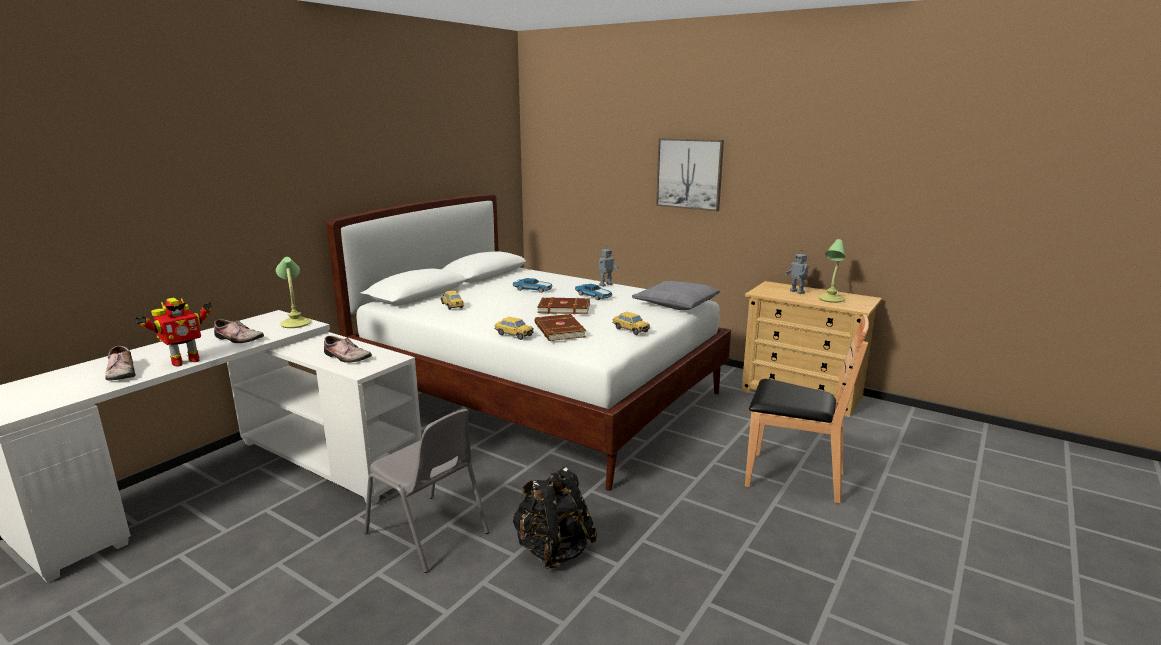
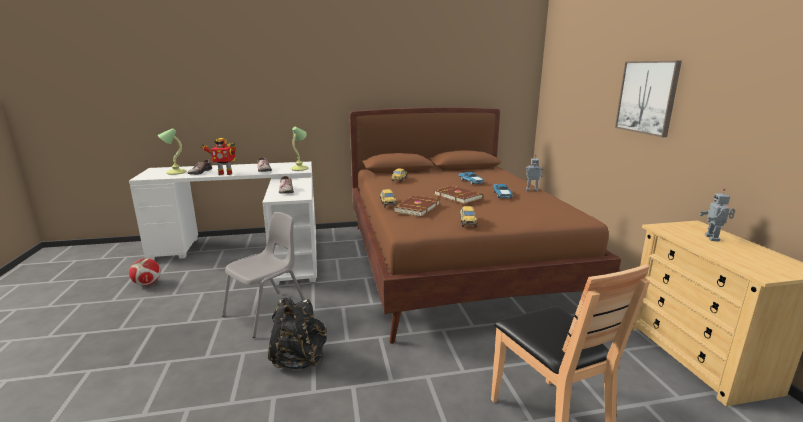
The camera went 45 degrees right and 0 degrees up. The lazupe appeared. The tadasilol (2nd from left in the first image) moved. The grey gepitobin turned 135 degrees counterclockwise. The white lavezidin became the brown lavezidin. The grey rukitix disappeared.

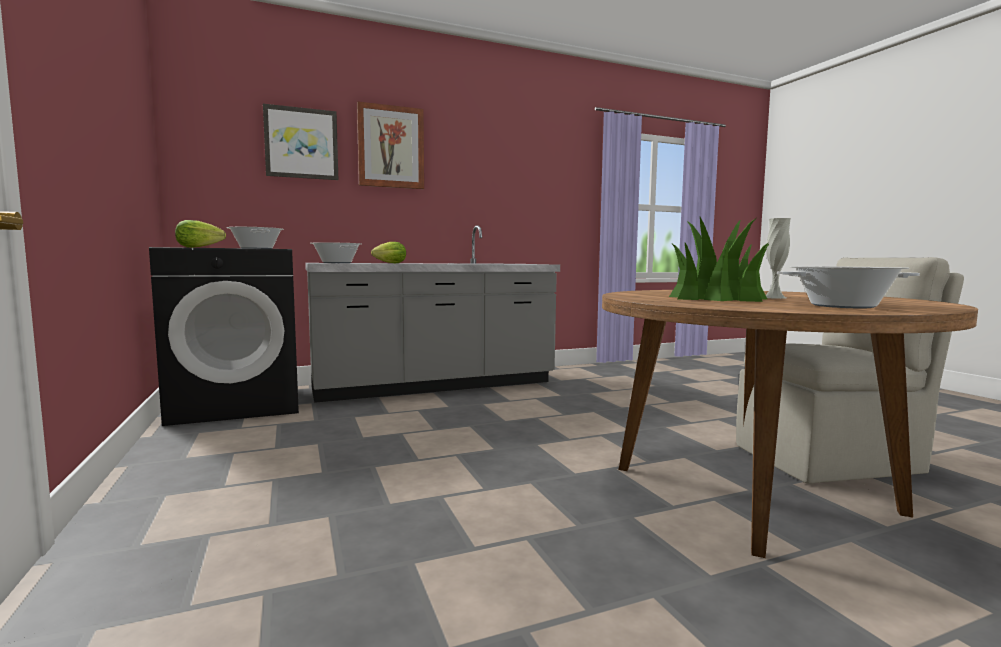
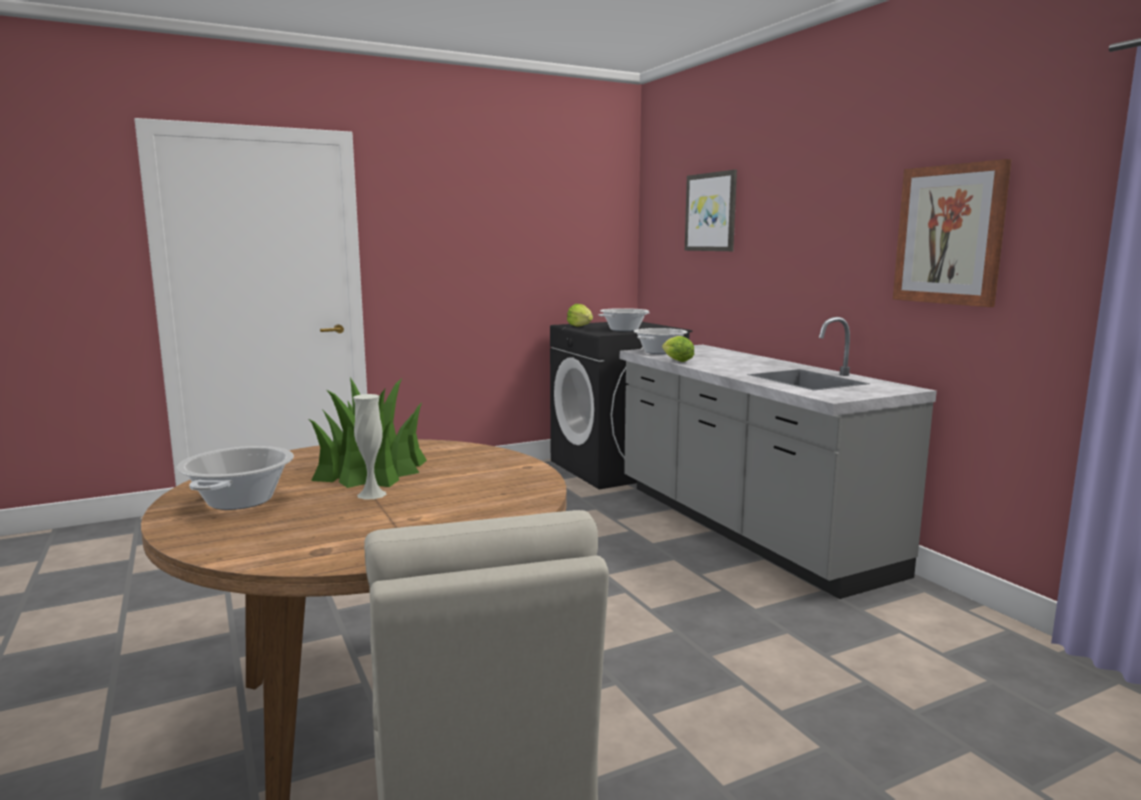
The camera went 85 degrees right and 5 degrees up. The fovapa (2nd from left) moved.

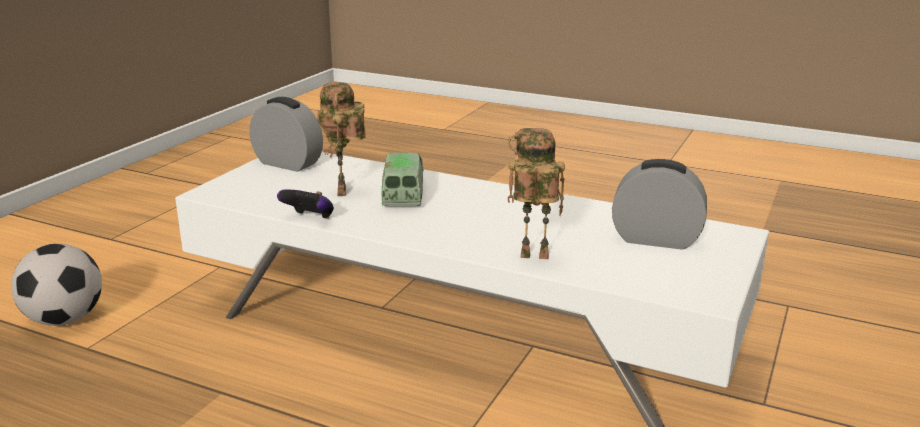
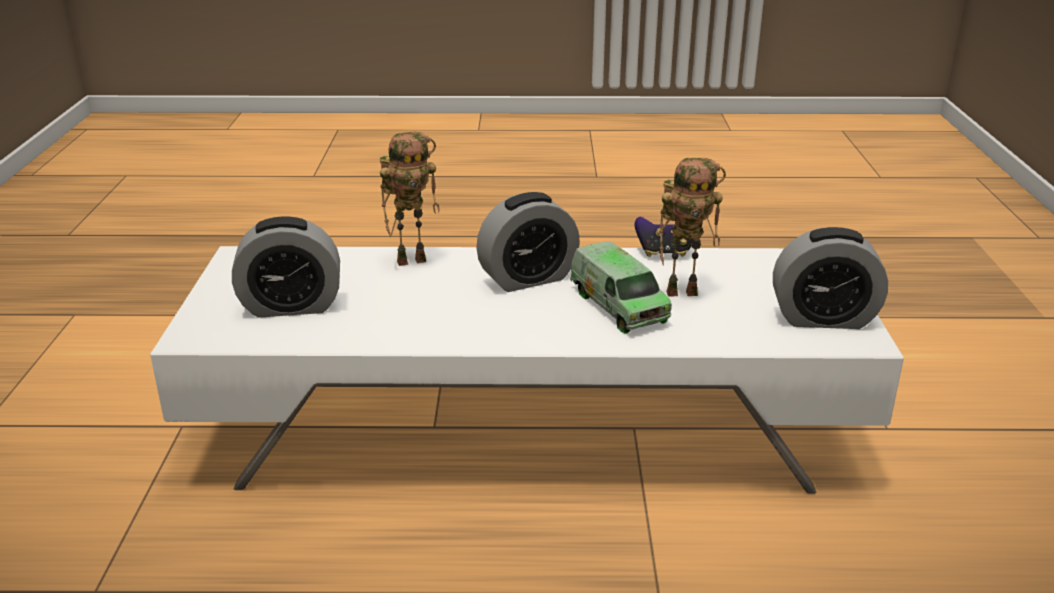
The camera went 155 degrees right and 5 degrees up. The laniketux (2nd from left) appeared. The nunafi (1st from left in the first image) turned 120 degrees clockwise. The lazupe disappeared.

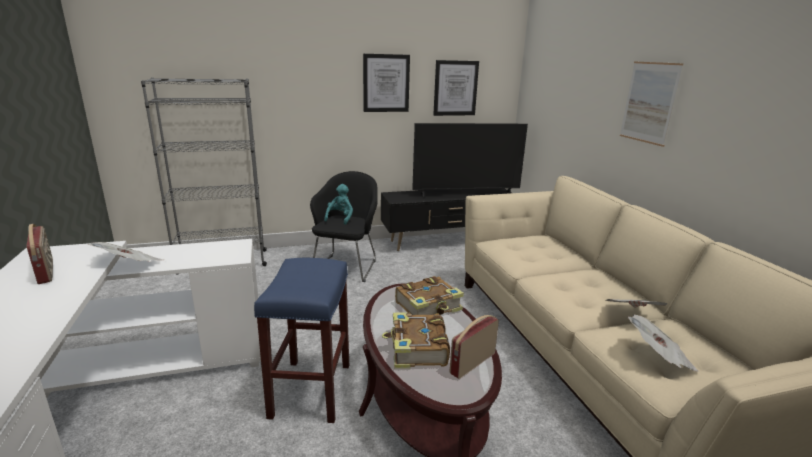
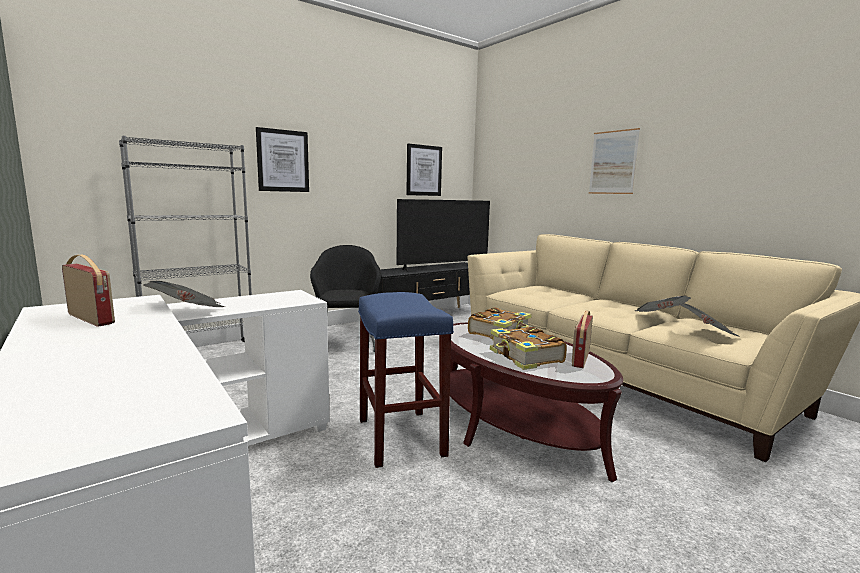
The camera went 20 degrees left and 10 degrees down. The fovapa (1st from left) moved. The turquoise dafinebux disappeared.

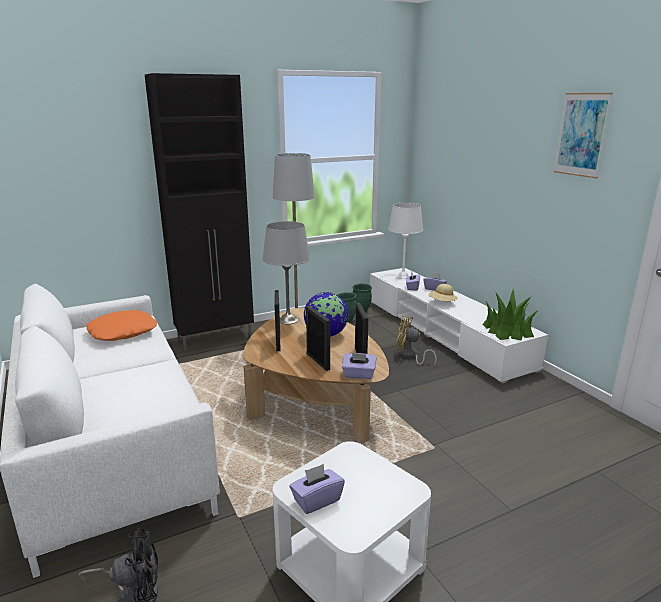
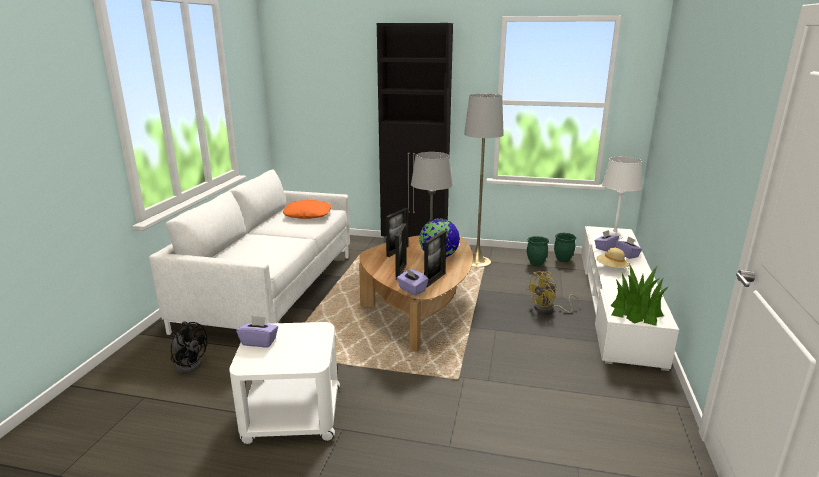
The camera went 40 degrees right and 0 degrees up. The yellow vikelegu turned 90 degrees counterclockwise. The fovapa disappeared.

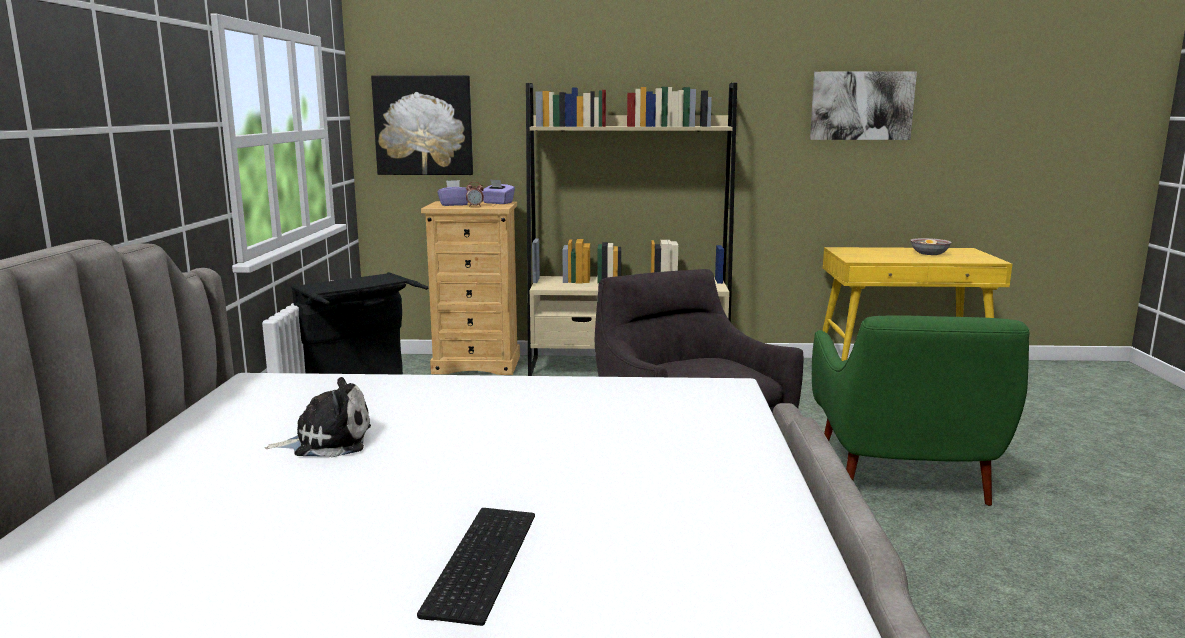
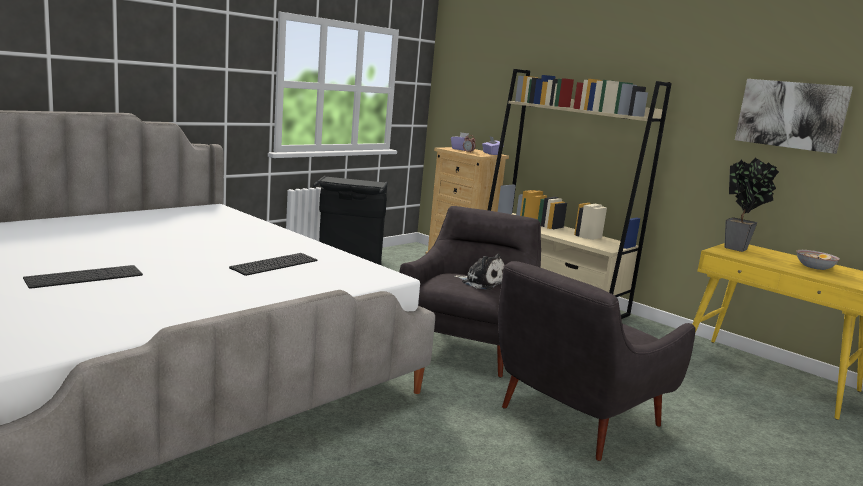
The camera went 40 degrees right and 0 degrees up. The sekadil (2nd from left) appeared. The dafinebux moved. The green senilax became the grey senilax (2nd from left). The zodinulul appeared. The fovapa (1st from left) disappeared.

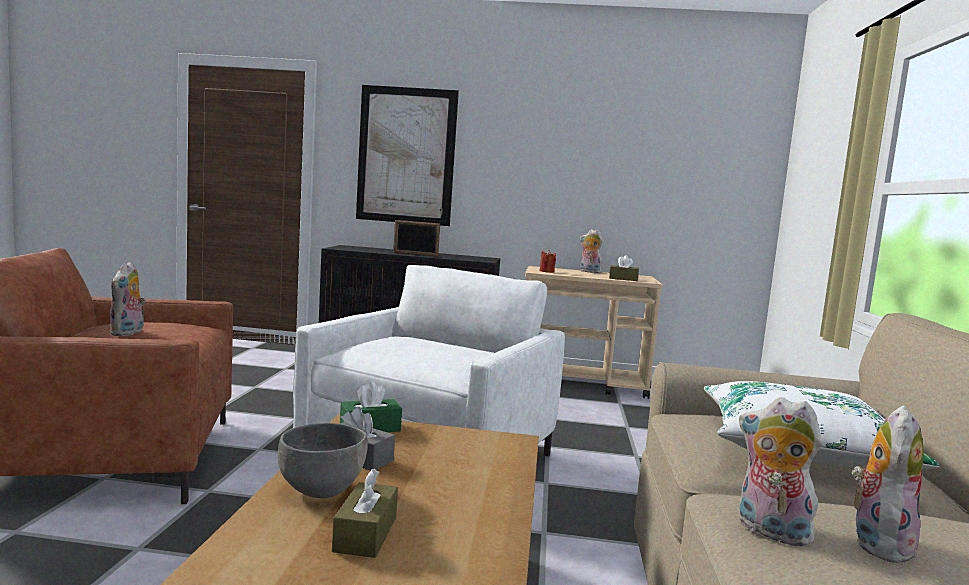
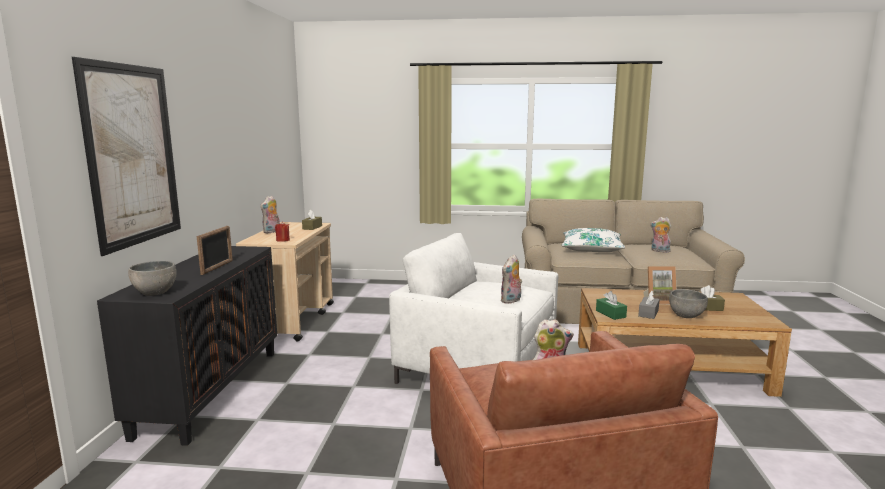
The camera went 90 degrees left and 5 degrees up. The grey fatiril (1st from left) appeared. The dafinebux (3rd from left in the first image) moved. The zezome (2nd from left) appeared.

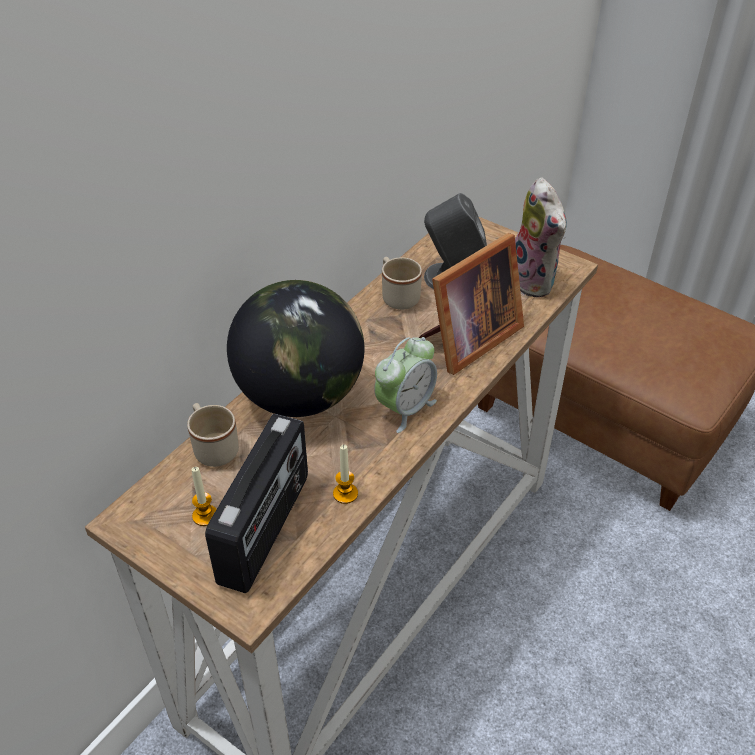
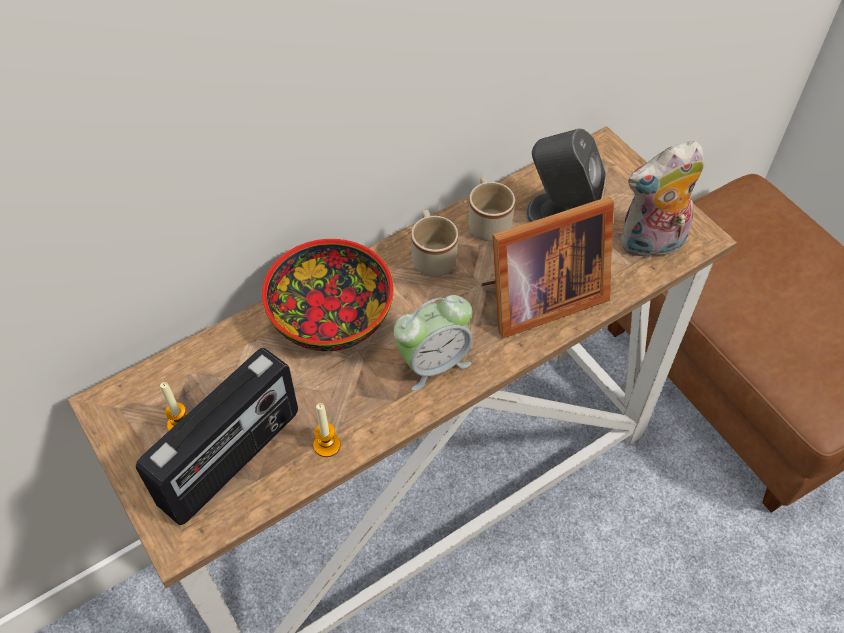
The camera went 20 degrees right and 10 degrees up. The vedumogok was replaced by the fatiril. The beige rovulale (1st from left) moved. The dafinebux turned 75 degrees clockwise.

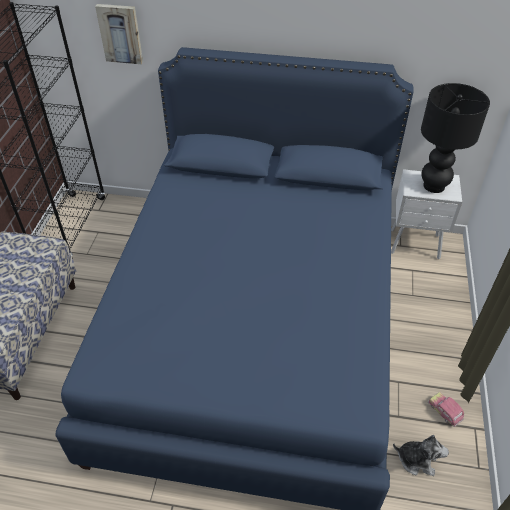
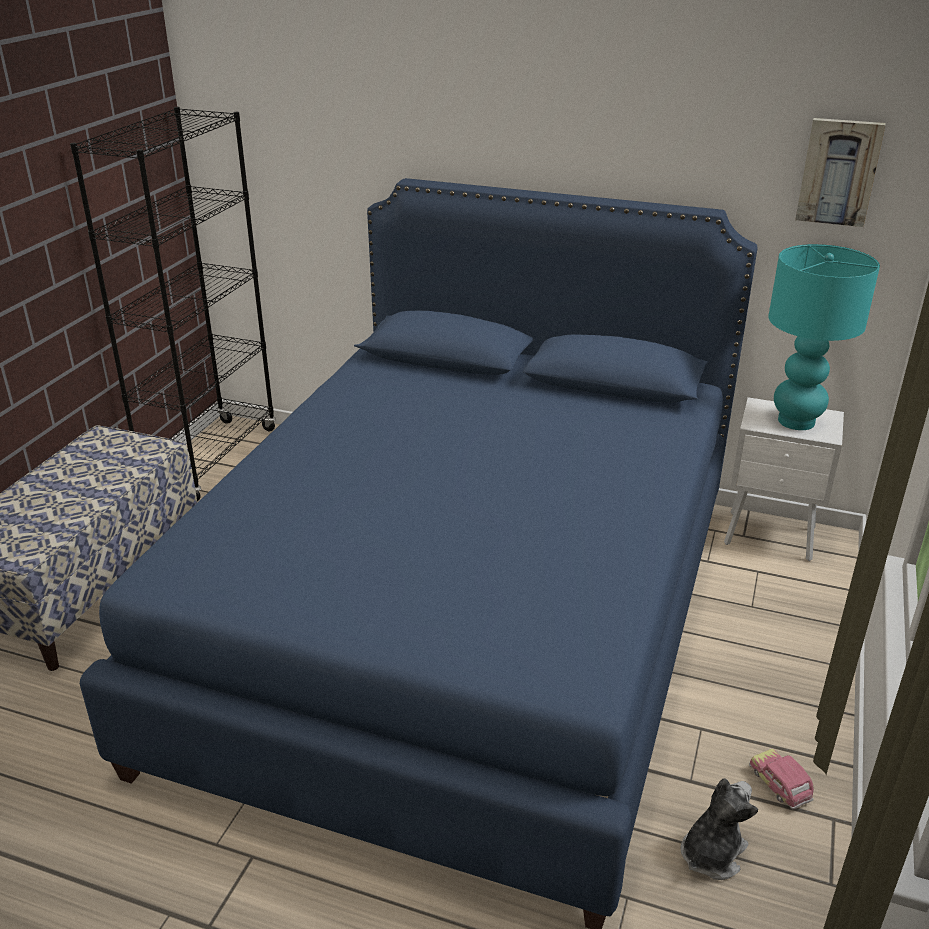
The camera went 10 degrees right and 15 degrees down. The dafinebux turned 75 degrees counterclockwise. The black tadasilol became the turquoise tadasilol. The fovapa moved.

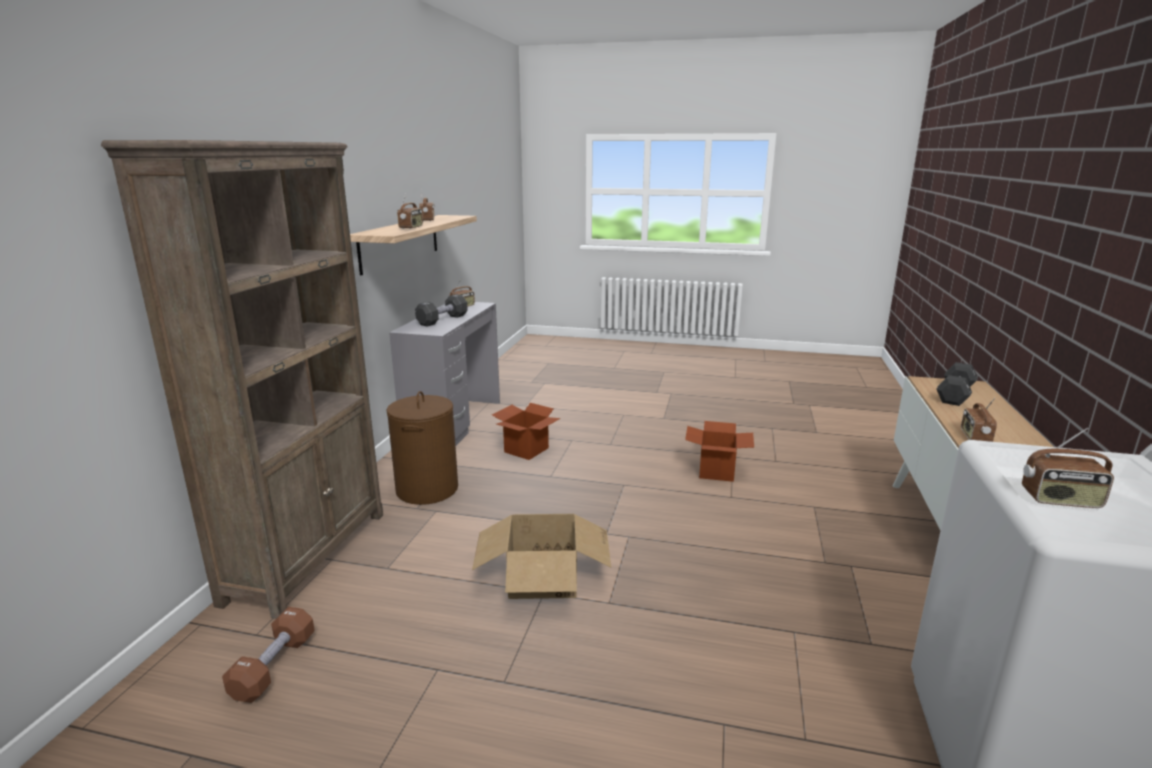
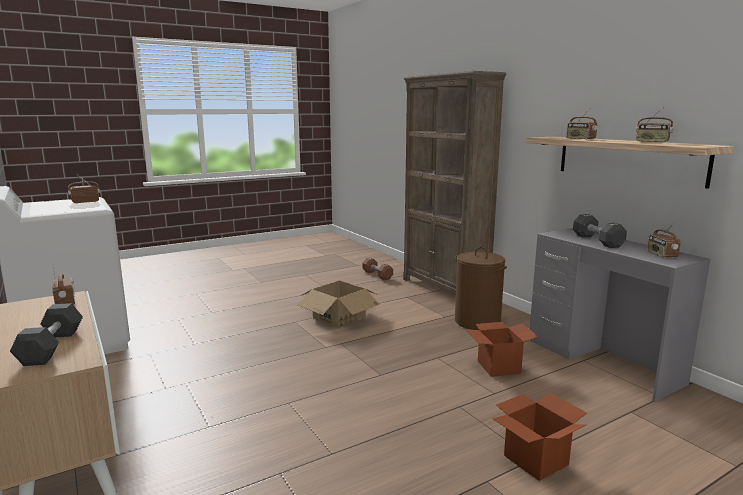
The camera went 135 degrees right and 5 degrees down. The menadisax (3rd from left) moved.

